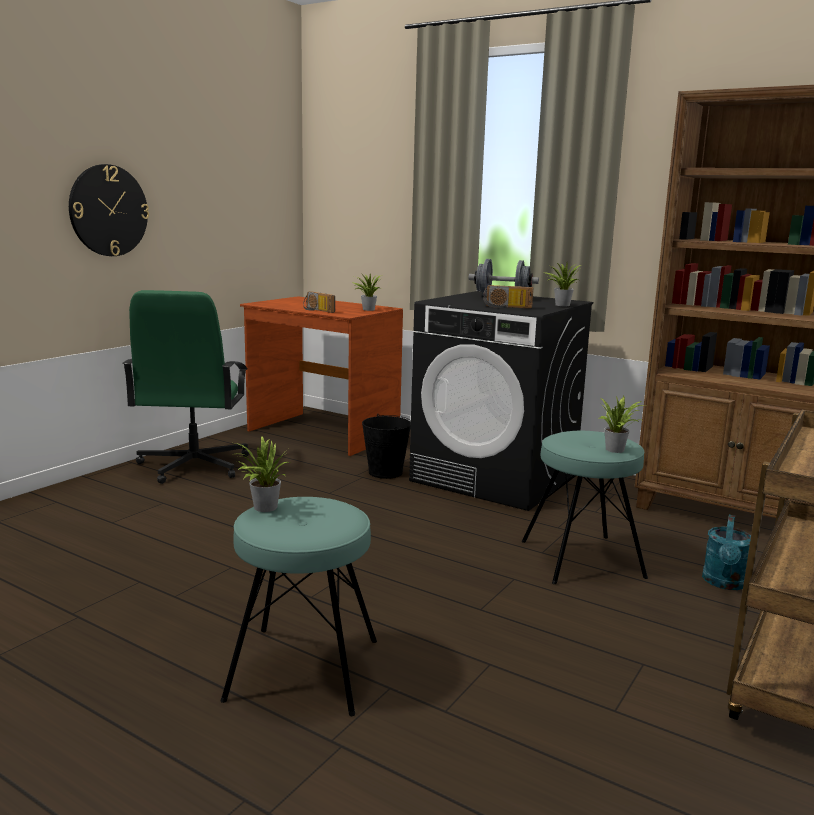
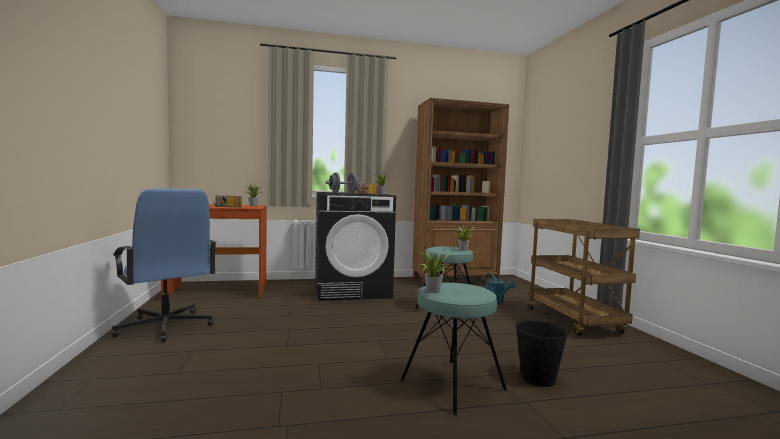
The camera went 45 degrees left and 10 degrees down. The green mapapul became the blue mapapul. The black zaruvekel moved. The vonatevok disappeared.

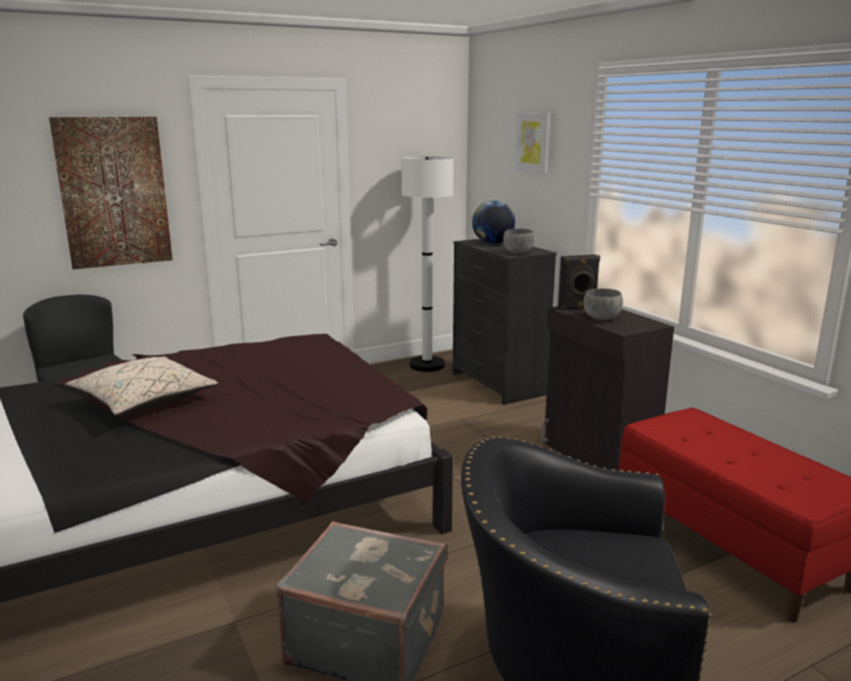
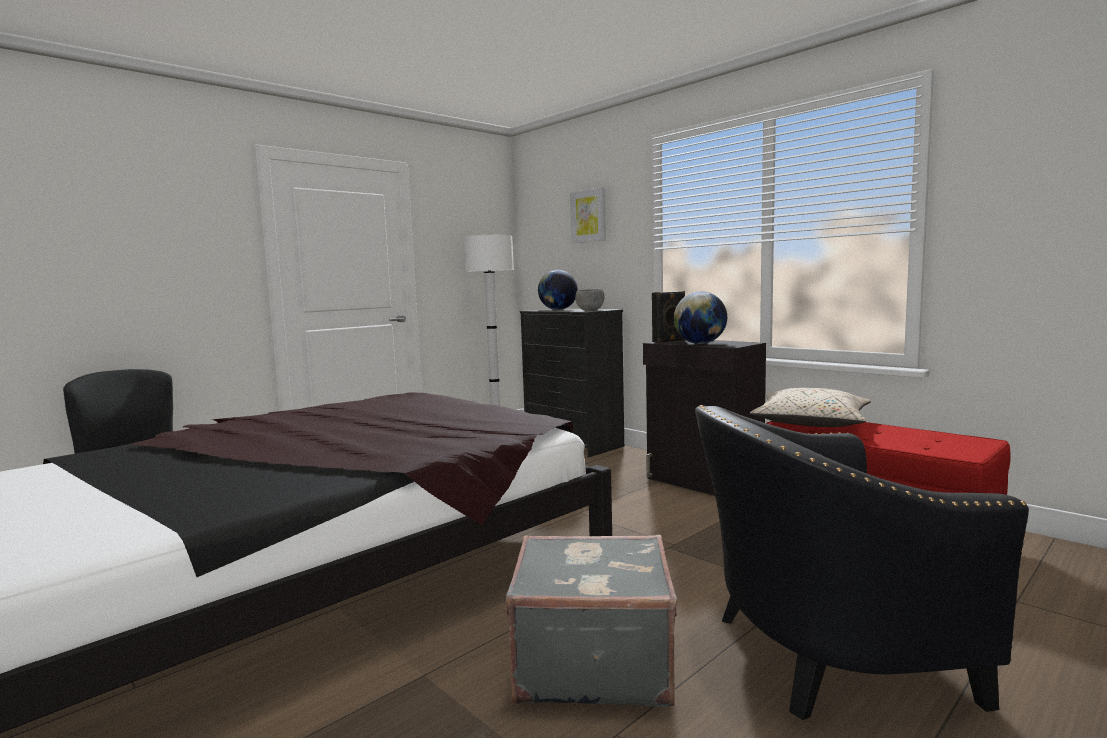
The camera went 15 degrees left and 10 degrees down. The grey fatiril (2nd from left) was replaced by the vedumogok (2nd from left). The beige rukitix moved. The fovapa (1st from left) disappeared.

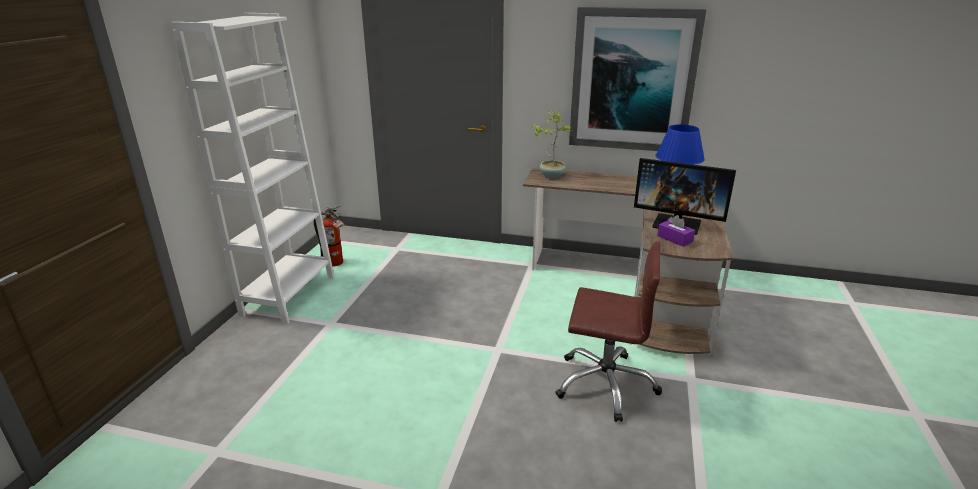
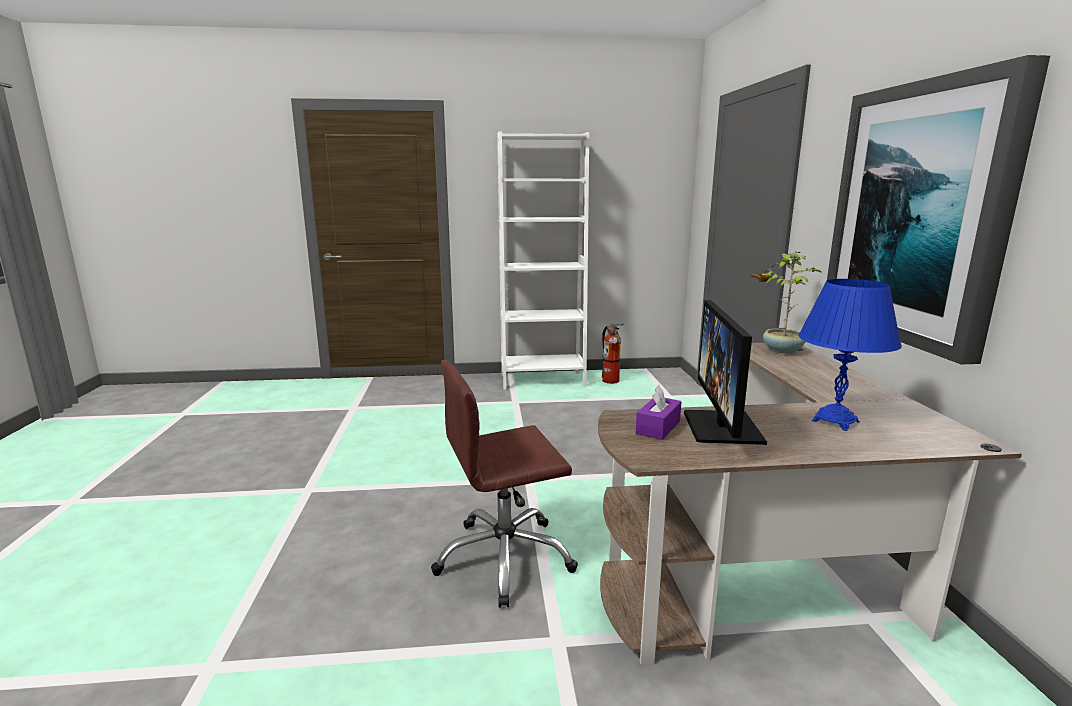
The camera went 70 degrees right and 10 degrees down. The brown mapapul turned 75 degrees clockwise.

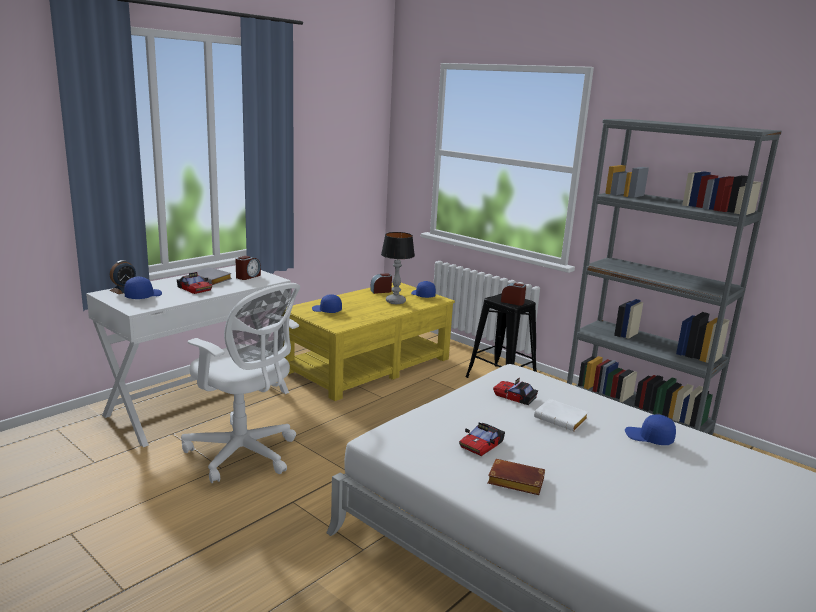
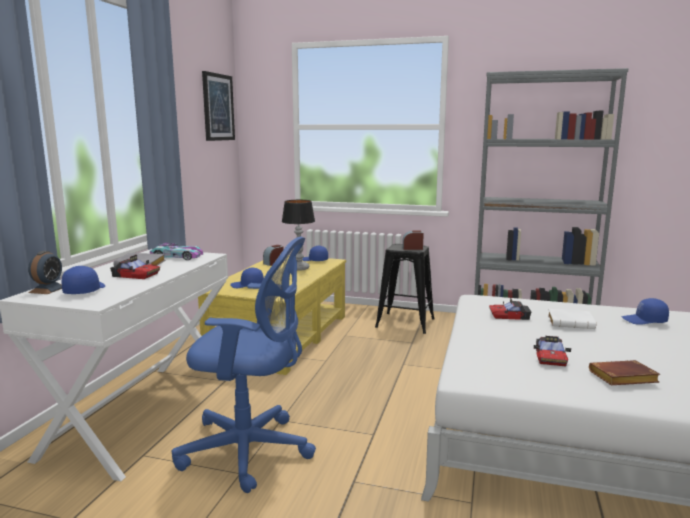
The camera went 25 degrees left and 5 degrees down. The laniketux (2nd from left) was replaced by the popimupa (2nd from left). The white mapapul became the blue mapapul. The fovapa appeared.

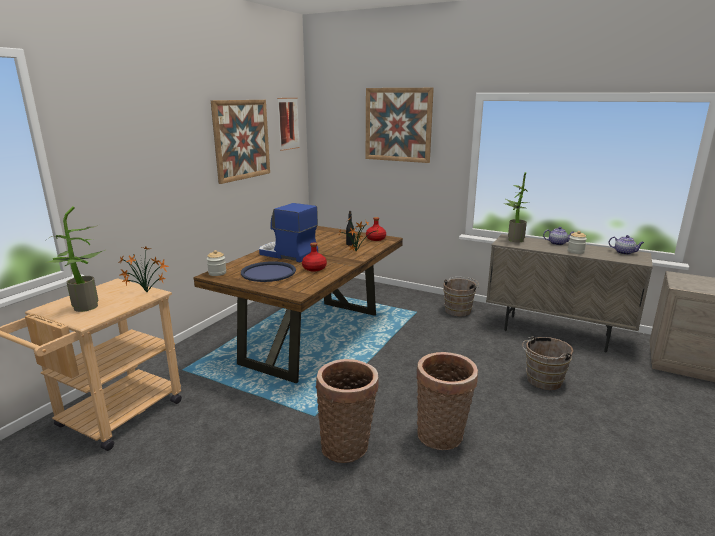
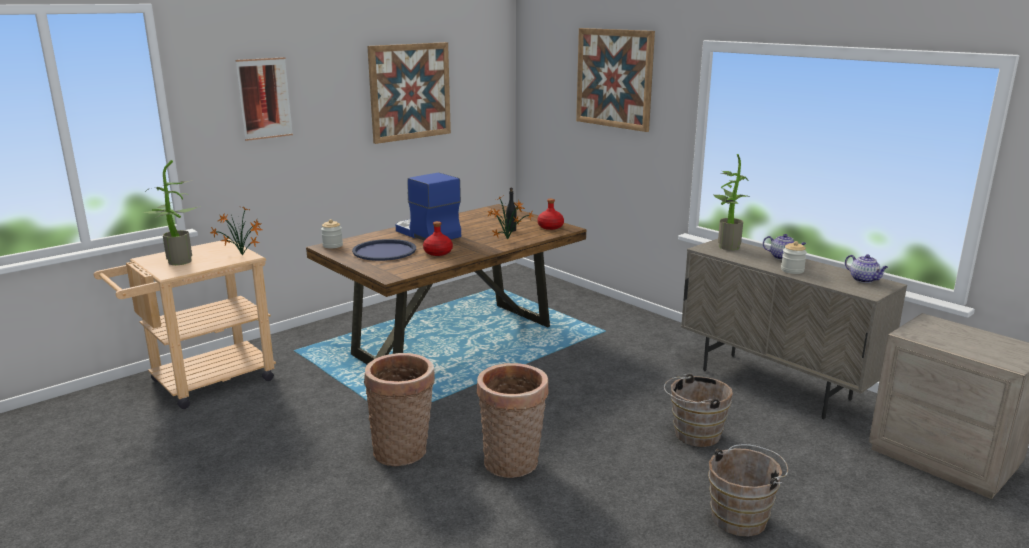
The camera went 20 degrees right and 0 degrees up. The fovapa (2nd from left in the first image) moved. The brown zaruvekel (1st from left in the first image) moved.

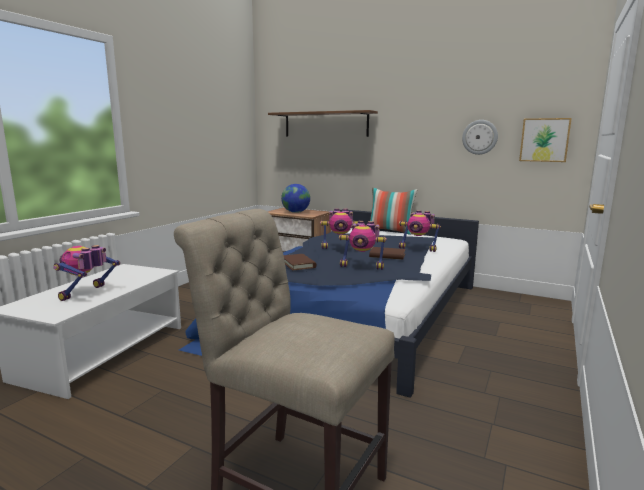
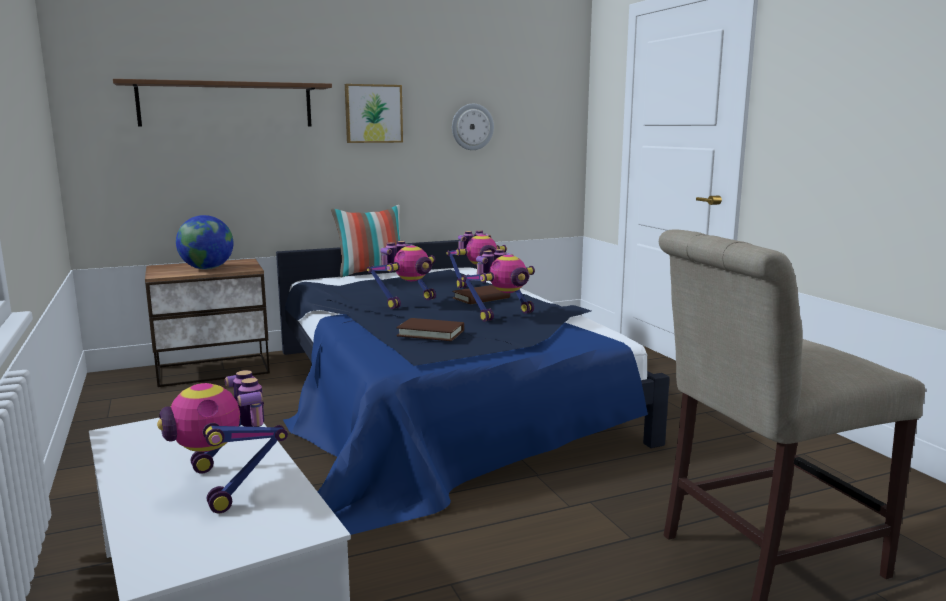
The camera went 50 degrees left and 0 degrees up. The fovapa moved.

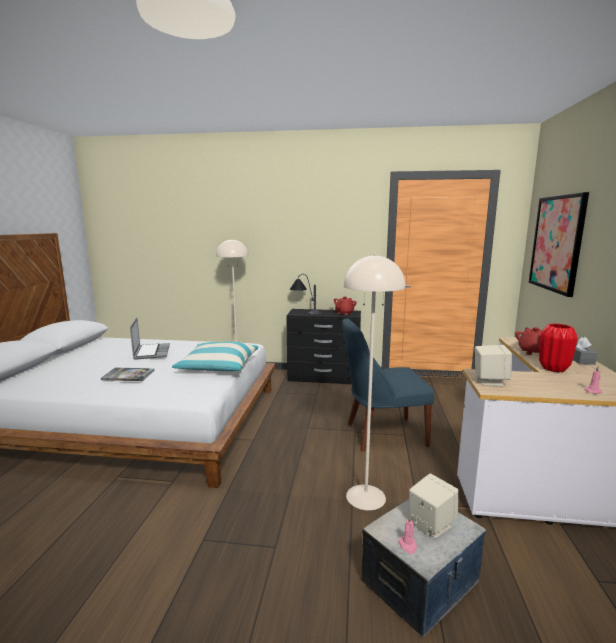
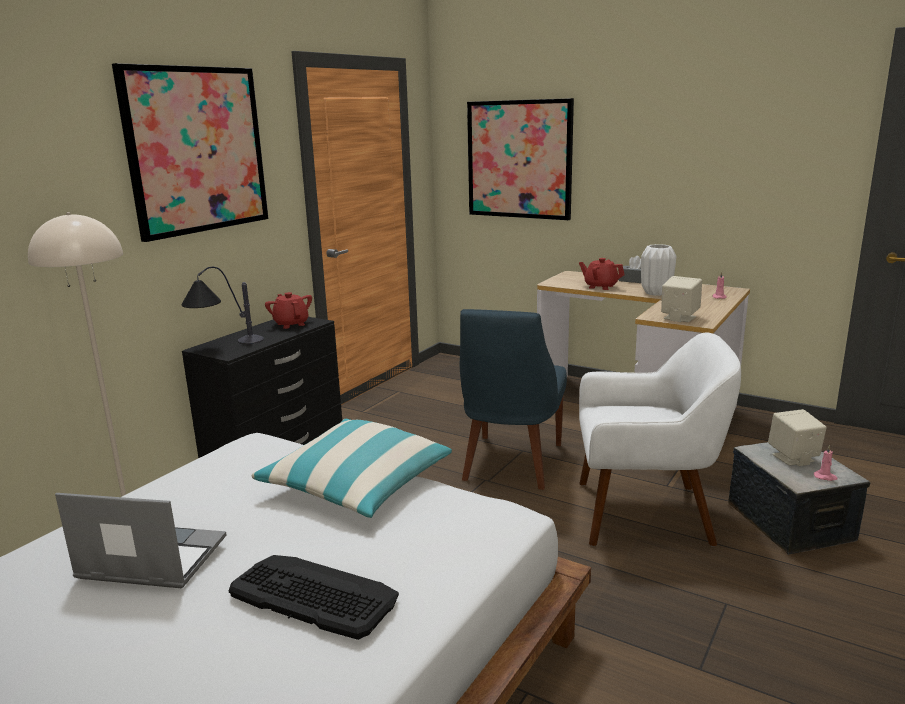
The camera went 65 degrees left and 5 degrees up. The fovapa (1st from left) appeared. The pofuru was replaced by the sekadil. The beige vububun (2nd from left) was replaced by the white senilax. The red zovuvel became the white zovuvel.

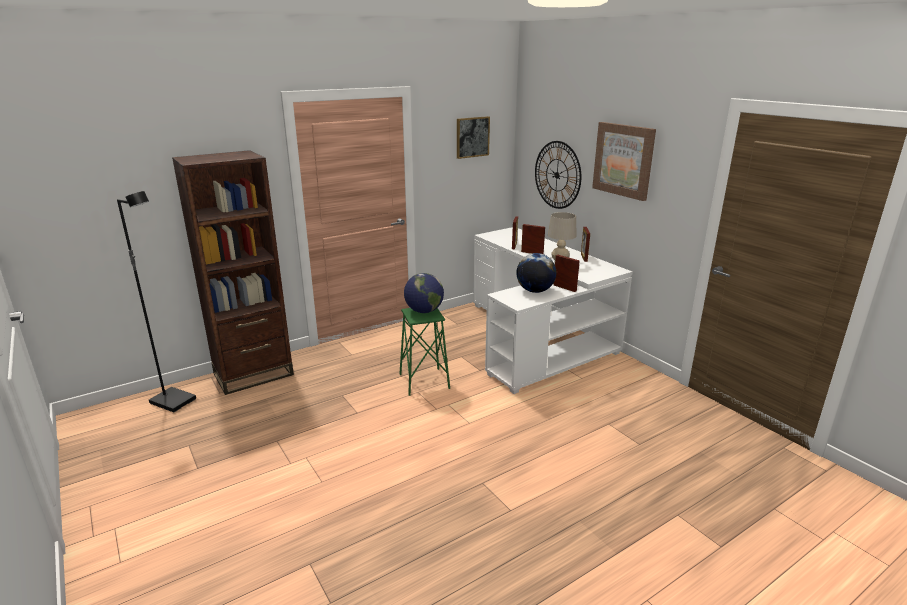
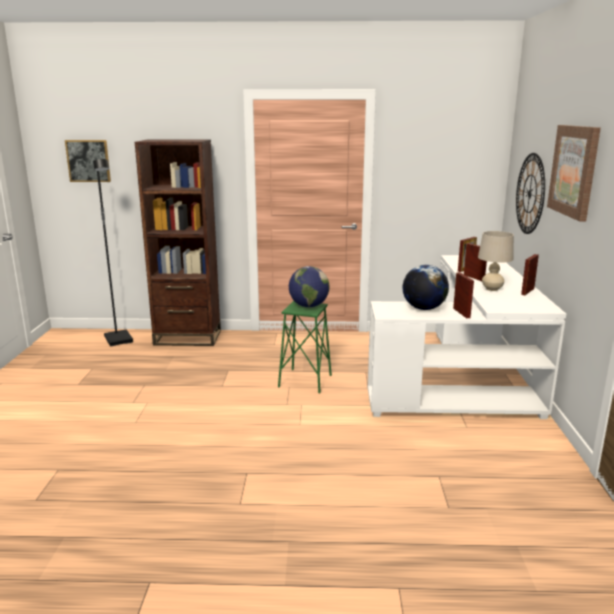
The camera went 35 degrees right and 5 degrees down. The fovapa (1st from left) moved.

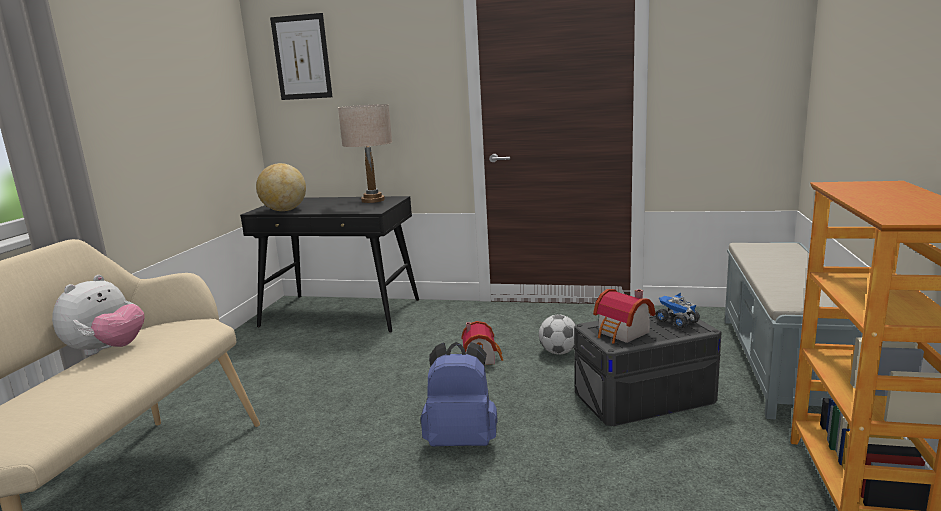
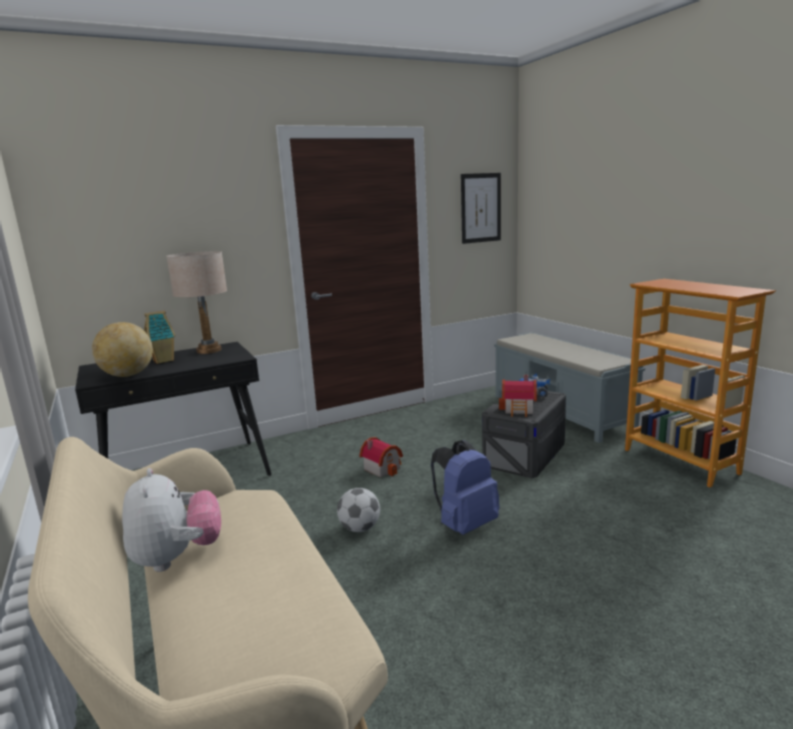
The camera went 40 degrees left and 0 degrees up. The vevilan (1st from left) appeared. The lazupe moved. The fovapa moved.

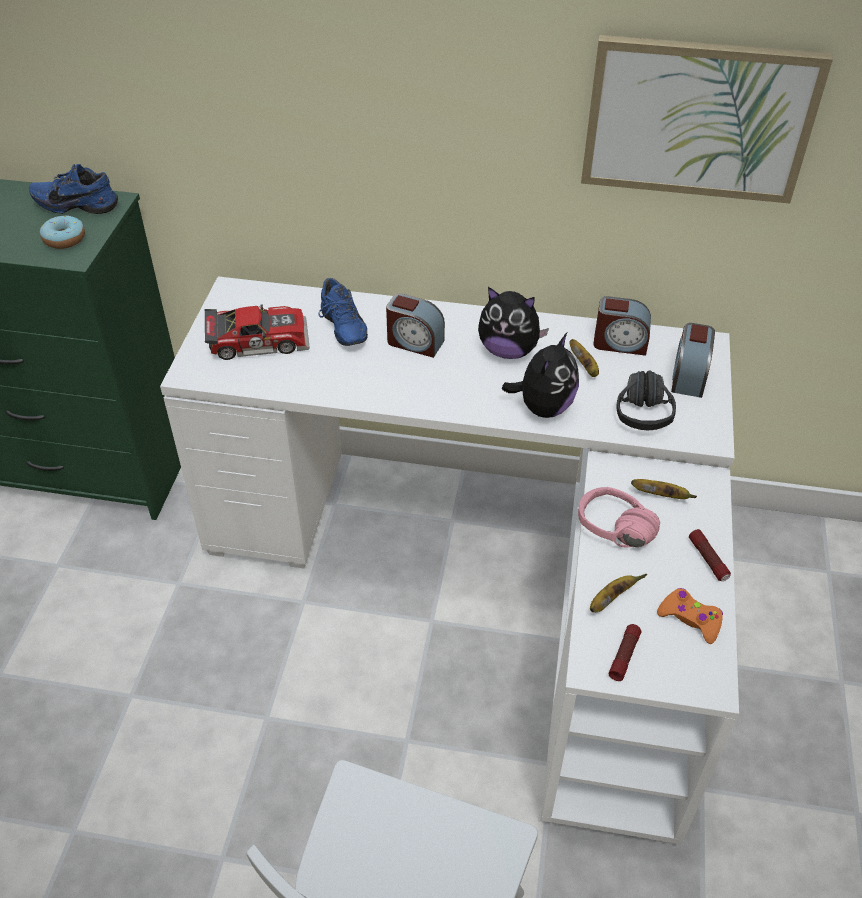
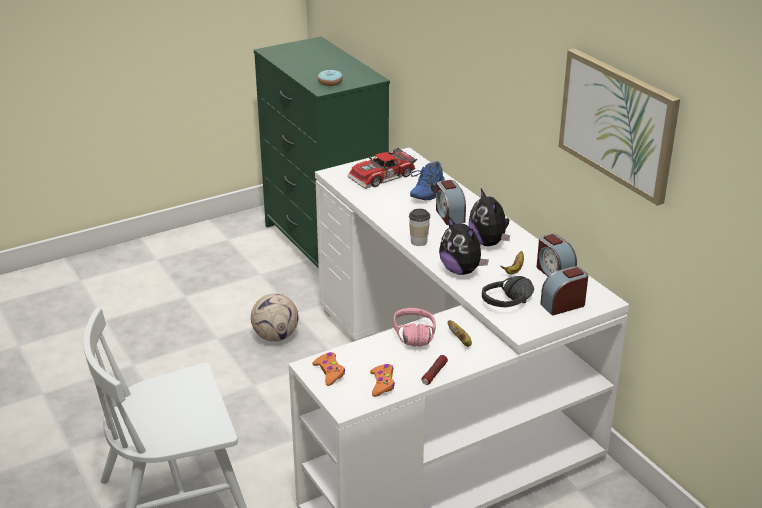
The camera went 50 degrees right and 15 degrees down. The lazupe appeared. The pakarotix (1st from left) was replaced by the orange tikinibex (1st from left). The popimupa turned 105 degrees clockwise. The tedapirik appeared. The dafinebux (2nd from left in the first image) turned 60 degrees clockwise. The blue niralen (1st from left) disappeared. The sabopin (2nd from left) disappeared.

